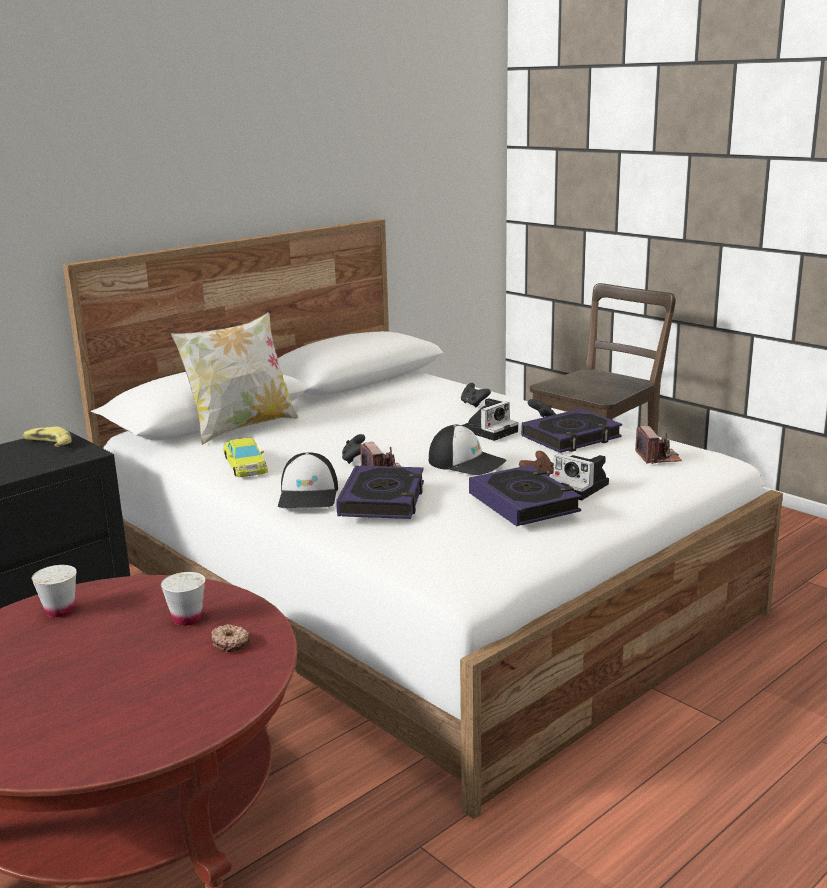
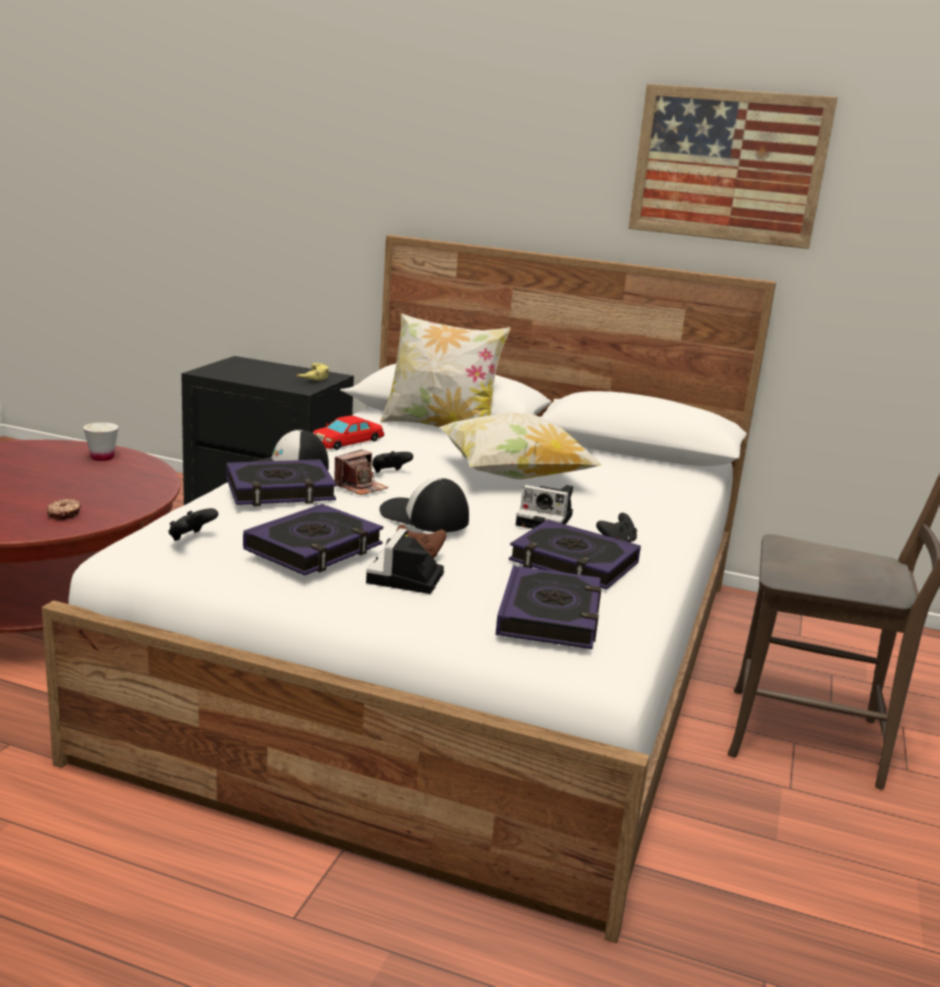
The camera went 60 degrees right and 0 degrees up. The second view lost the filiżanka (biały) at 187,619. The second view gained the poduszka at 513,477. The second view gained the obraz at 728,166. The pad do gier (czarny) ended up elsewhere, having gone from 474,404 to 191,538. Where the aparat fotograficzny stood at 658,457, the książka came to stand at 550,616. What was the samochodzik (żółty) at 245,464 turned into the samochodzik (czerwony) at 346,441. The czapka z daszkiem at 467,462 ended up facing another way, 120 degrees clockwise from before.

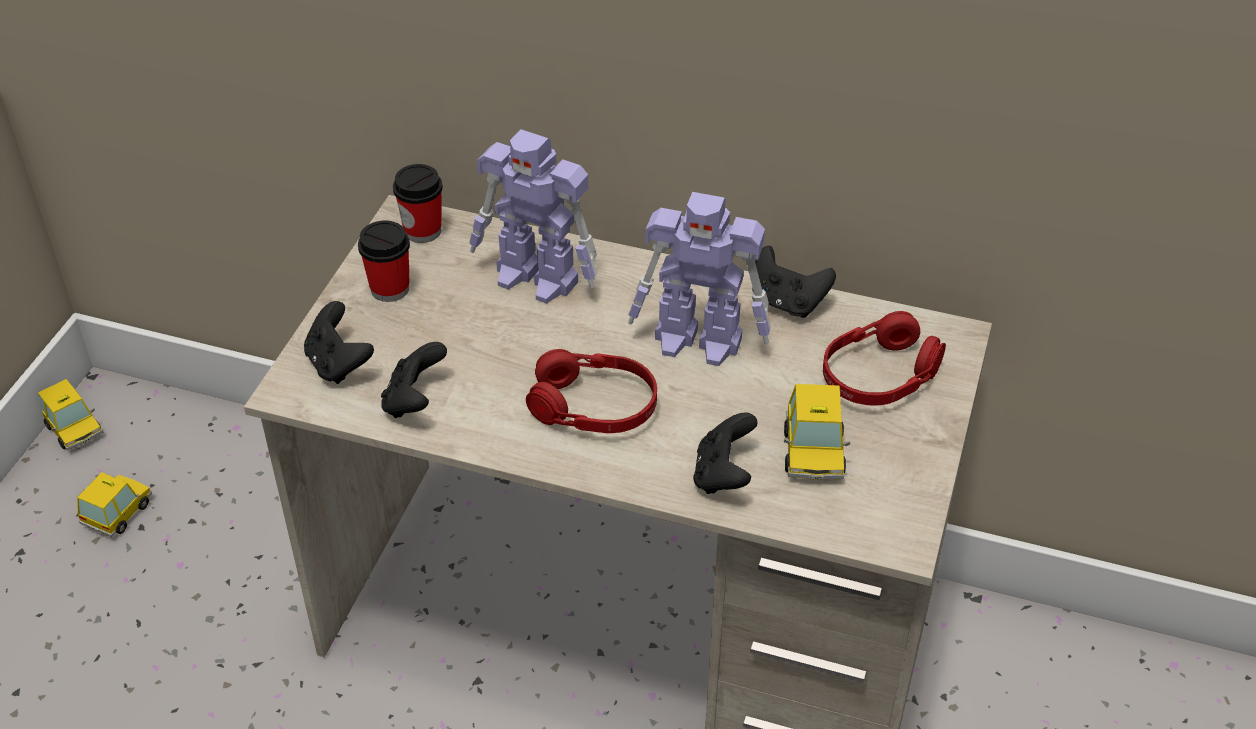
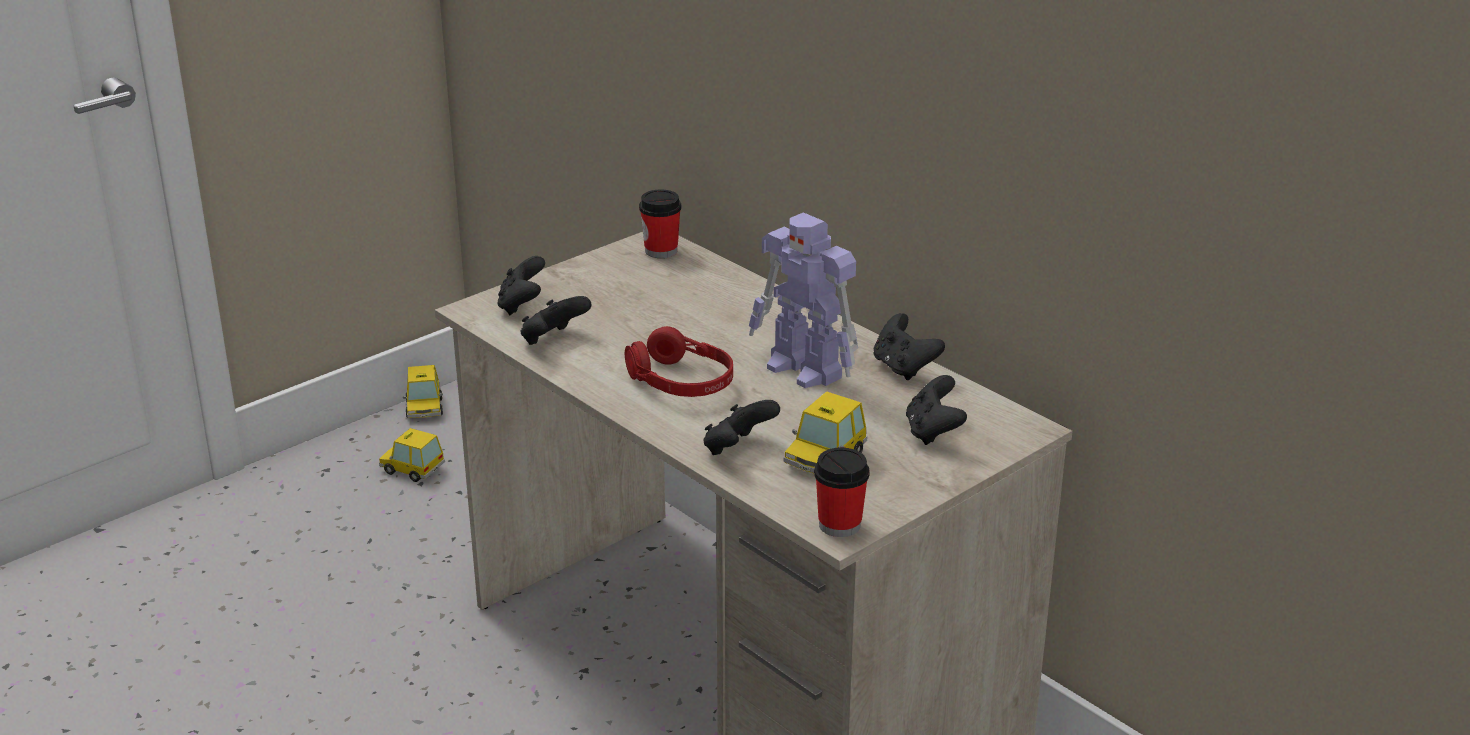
The camera went 30 degrees right and 15 degrees down. The second view lost the robot zabawkowy at 538,279. The filiżanka ended up elsewhere, having gone from 390,288 to 839,525. Where the słuchawki (czerwony) stood at 879,375, the pad do gier (czarny) came to stand at 933,432. The samochodzik at 118,512 ended up facing another way, 120 degrees counterclockwise from before.

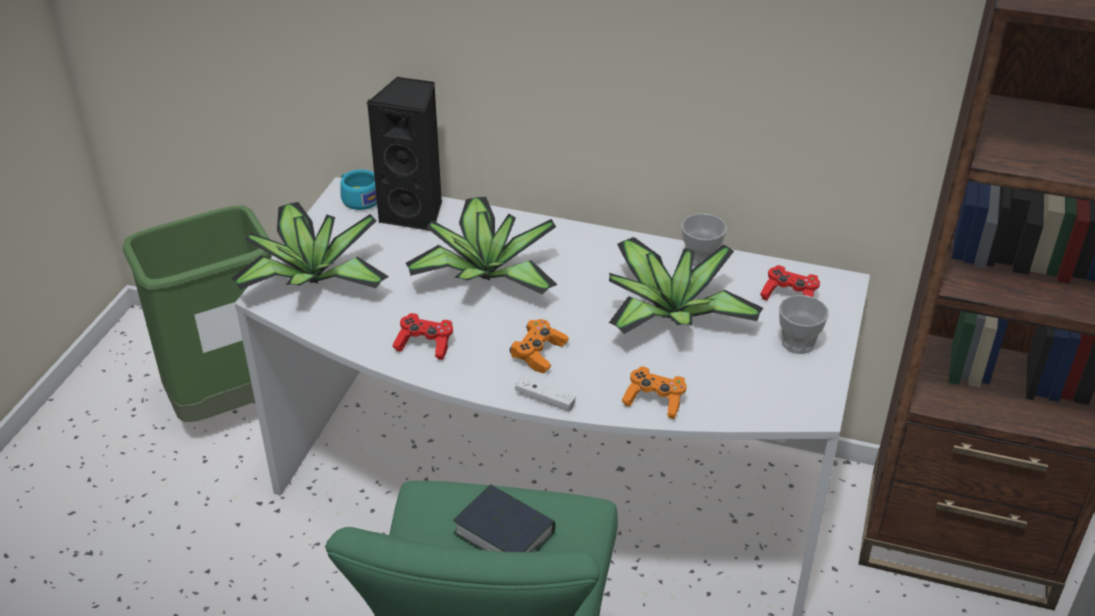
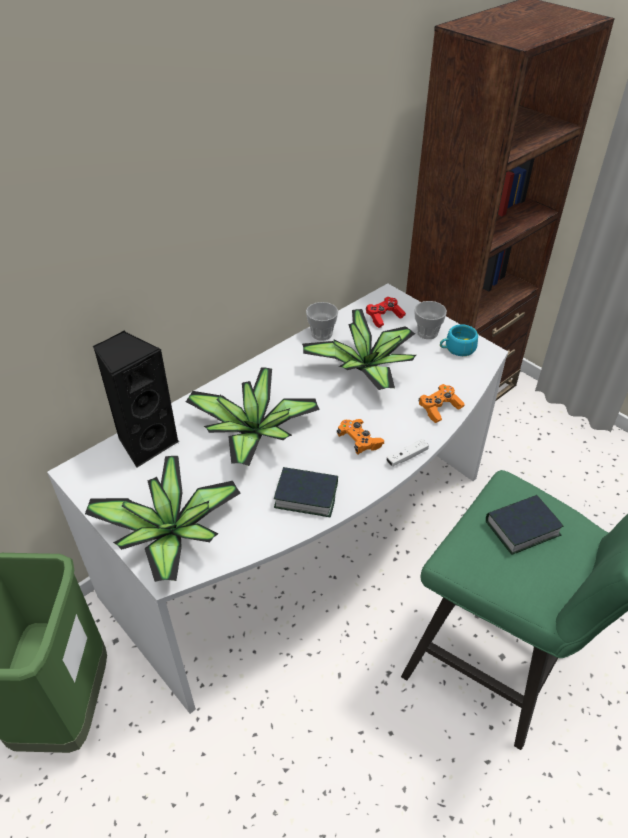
The camera went 60 degrees left and 5 degrees up. The filiżanka (turkusowy) ended up elsewhere, having gone from 358,198 to 456,349. Where the pad do gier (czerwony) stood at 425,344, the książka came to stand at 306,496.

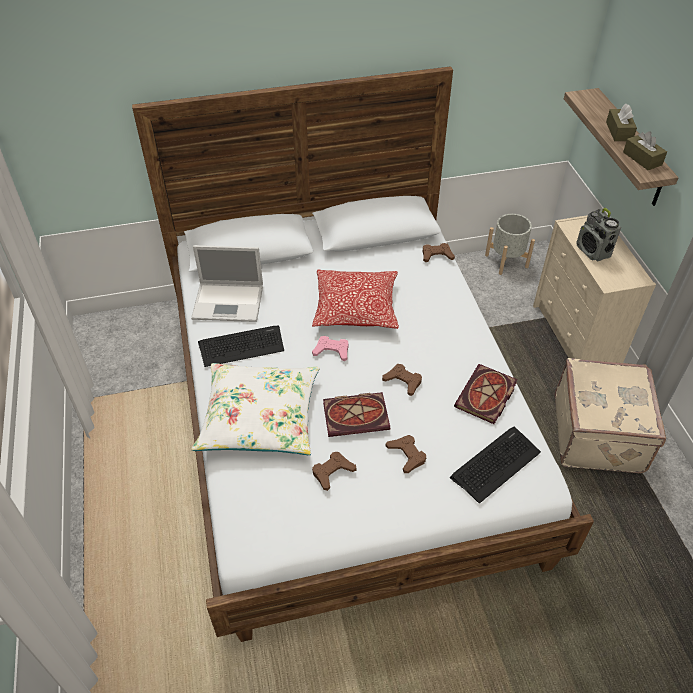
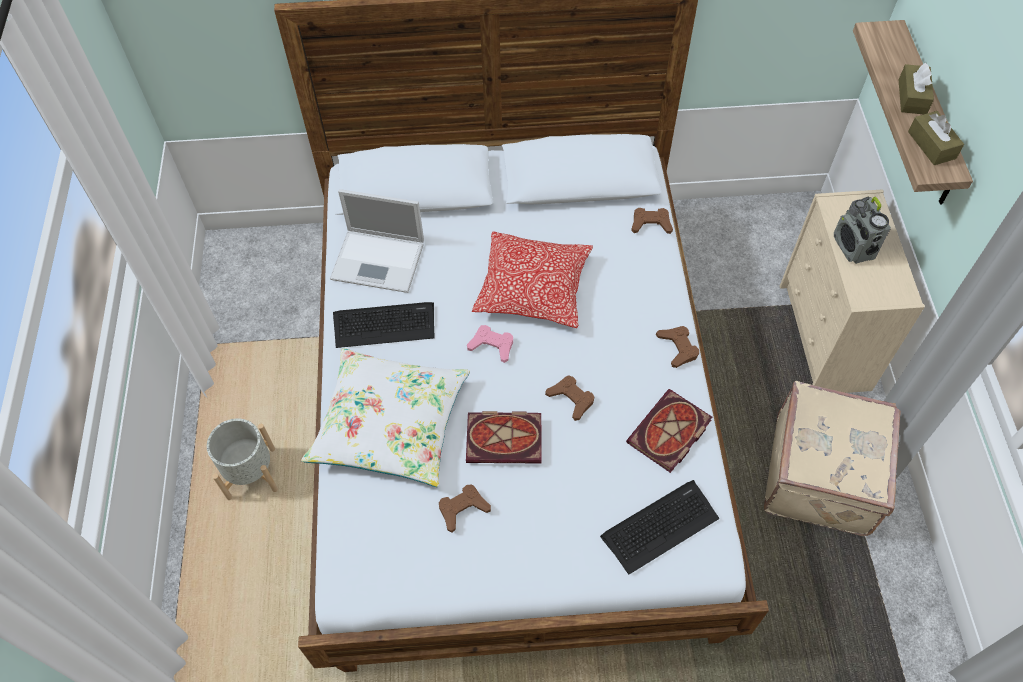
The camera went 10 degrees right and 10 degrees up. The pad do gier (brązowy) ended up elsewhere, having gone from 406,455 to 677,348. The donica (szary) ended up elsewhere, having gone from 506,261 to 251,473.

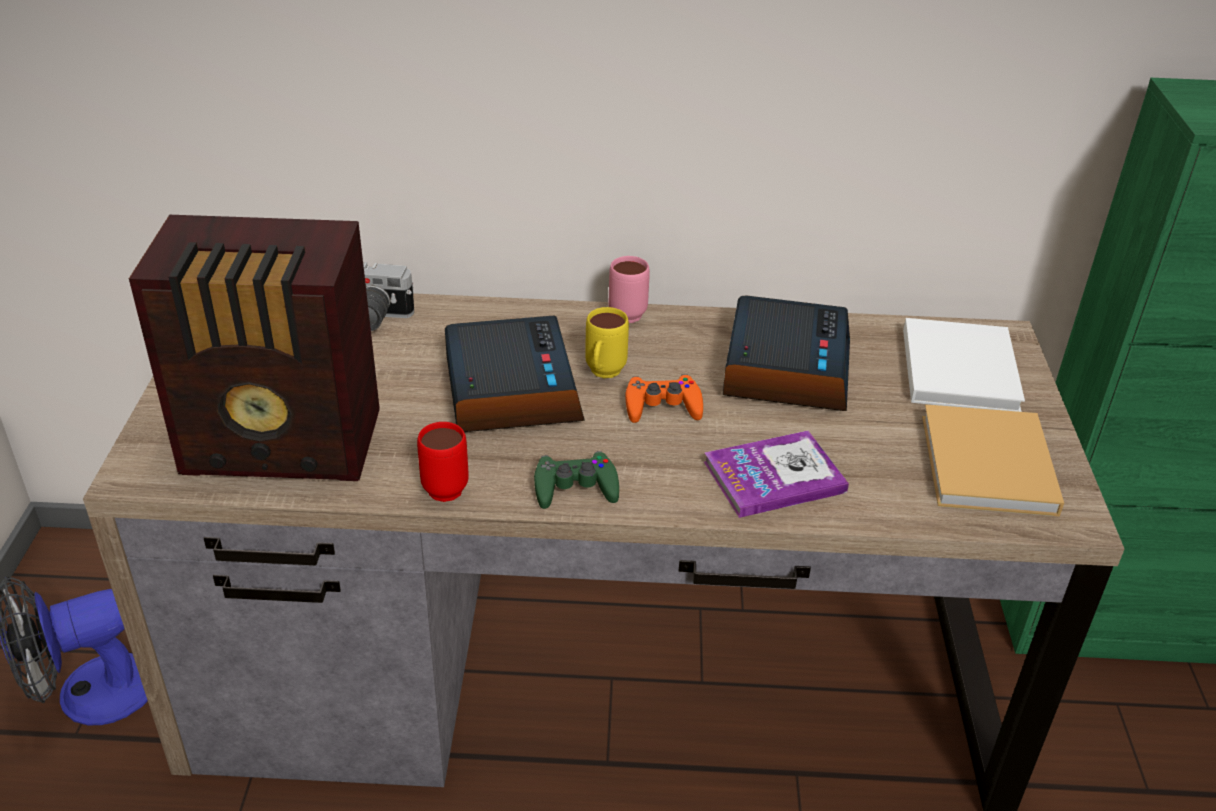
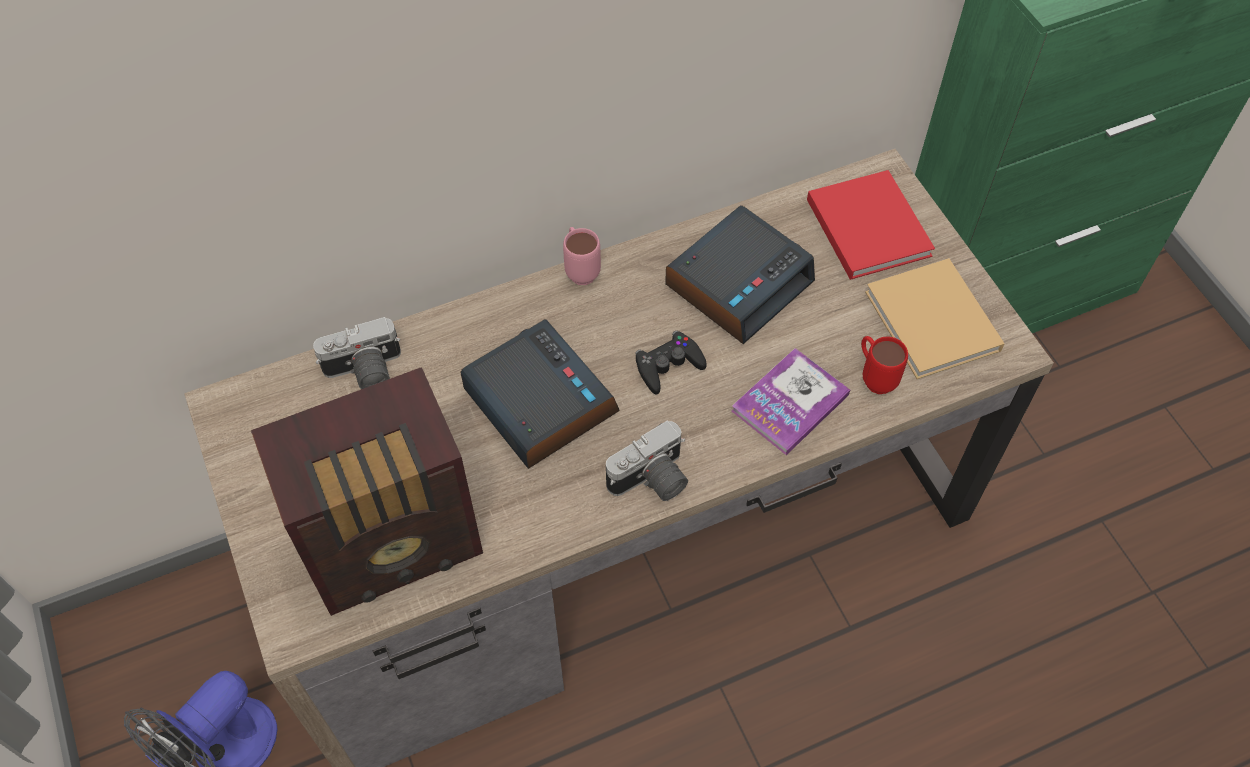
The camera went 25 degrees left and 20 degrees up. The second view lost the kubek (żółty) at 603,375. The kubek (czerwony) ended up elsewhere, having gone from 445,484 to 874,377. Where the pad do gier (zielony) stood at 575,487, the aparat fotograficzny came to stand at 651,481. What was the pad do gier (pomarańczowy) at 662,406 turned into the pad do gier (czarny) at 668,366. What was the książka (biały) at 959,367 turned into the książka (czerwony) at 866,224. The budzik at 785,368 ended up facing another way, 60 degrees clockwise from before.

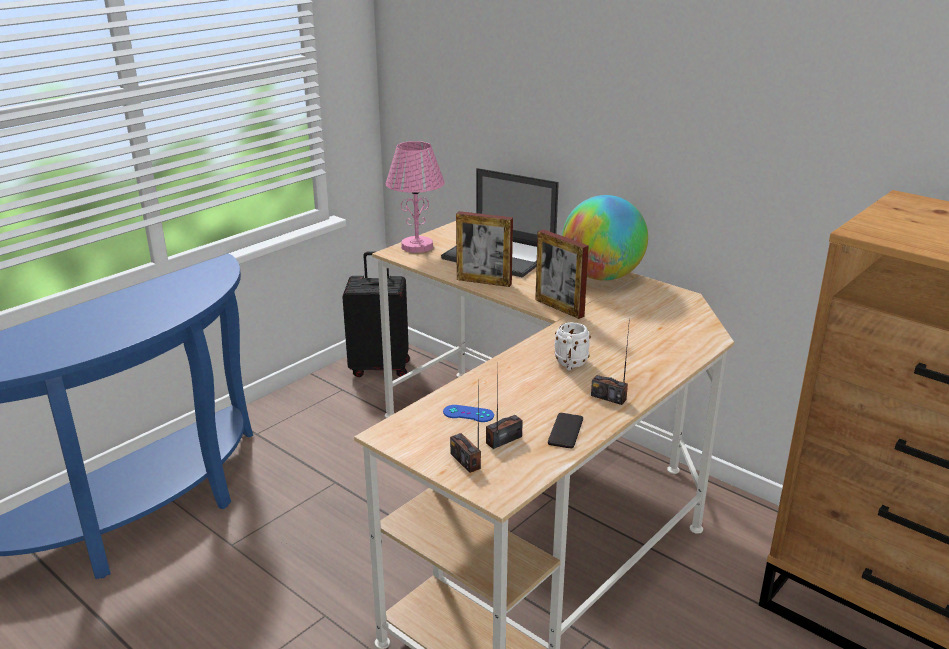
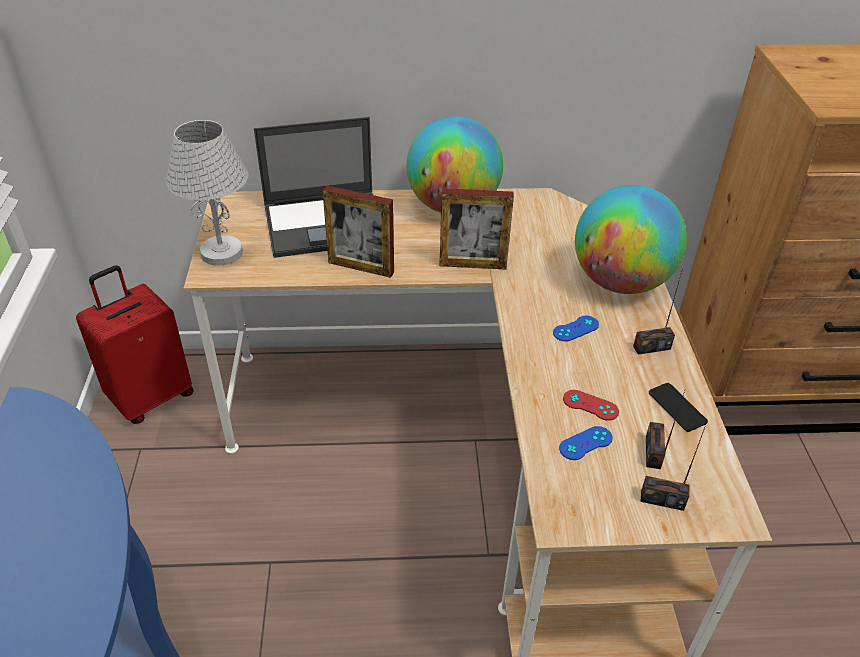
The camera went 45 degrees left and 15 degrees up. The second view gained the pad do gier (czerwony) at 590,405. The second view gained the globus at 620,282. Where the kubek (biały) stood at 570,365, the pad do gier (niebieski) came to stand at 575,329. What was the walizka (czarny) at 380,367 turned into the walizka (czerwony) at 151,397. What was the lampa stołowa (różowy) at 417,246 turned into the lampa stołowa (biały) at 222,252. The ramka na zdjęcie at 484,282 ended up facing another way, 45 degrees clockwise from before.

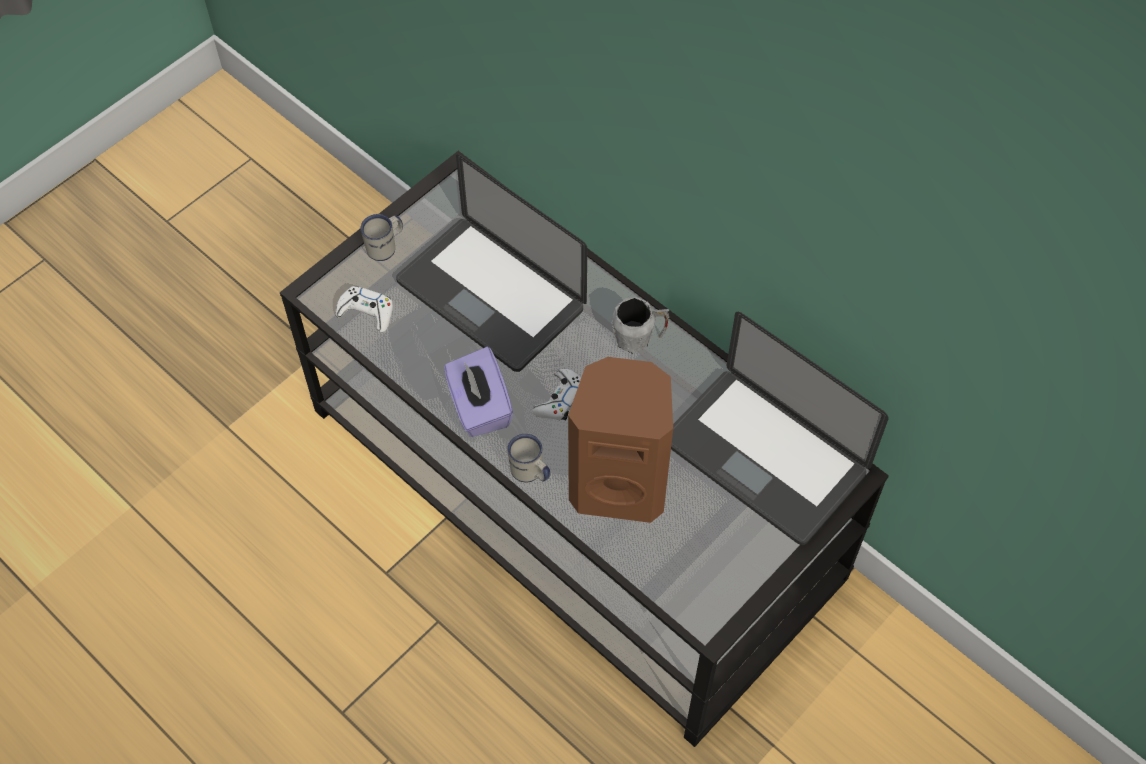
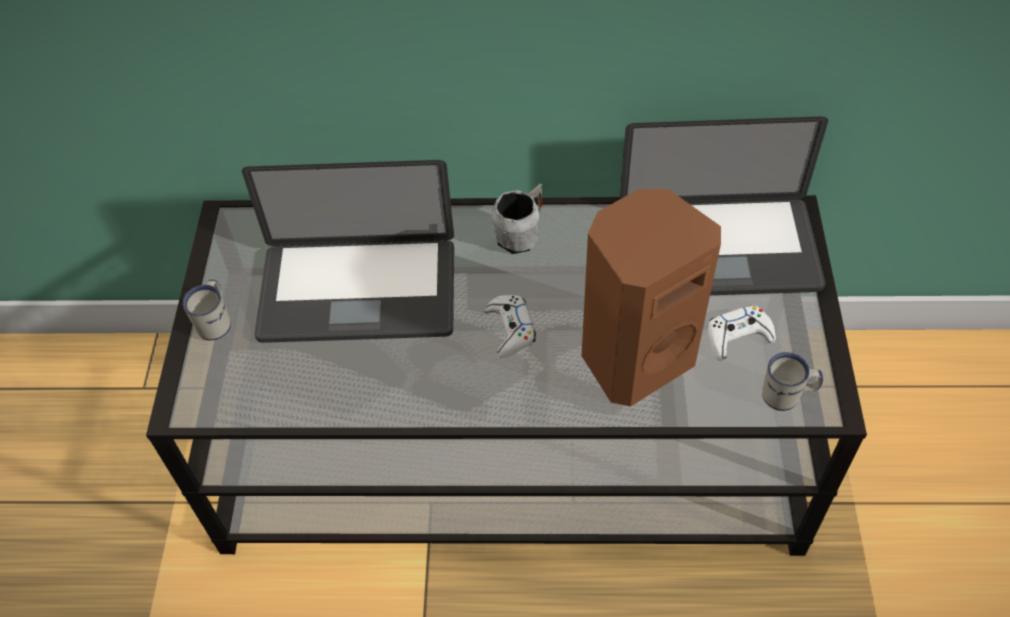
The camera went 40 degrees left and 5 degrees down. The second view lost the pudełko chusteczek (fioletowy) at 479,407. The pad do gier (biały) ended up elsewhere, having gone from 366,312 to 737,337. The kubek (biały) ended up elsewhere, having gone from 530,473 to 787,396.

